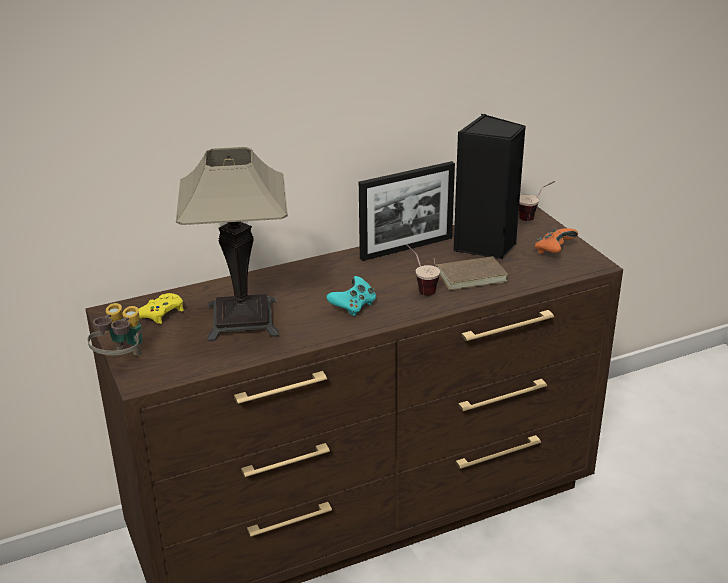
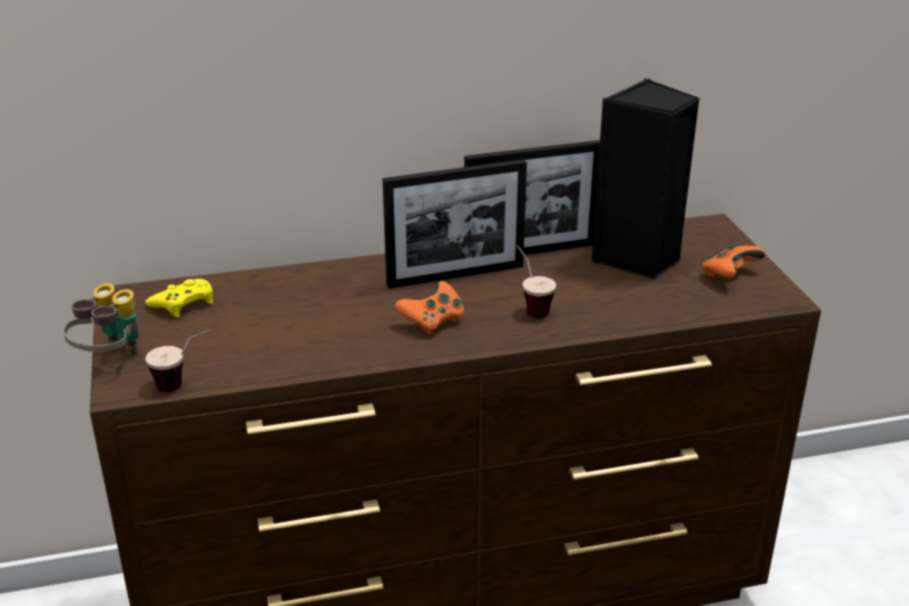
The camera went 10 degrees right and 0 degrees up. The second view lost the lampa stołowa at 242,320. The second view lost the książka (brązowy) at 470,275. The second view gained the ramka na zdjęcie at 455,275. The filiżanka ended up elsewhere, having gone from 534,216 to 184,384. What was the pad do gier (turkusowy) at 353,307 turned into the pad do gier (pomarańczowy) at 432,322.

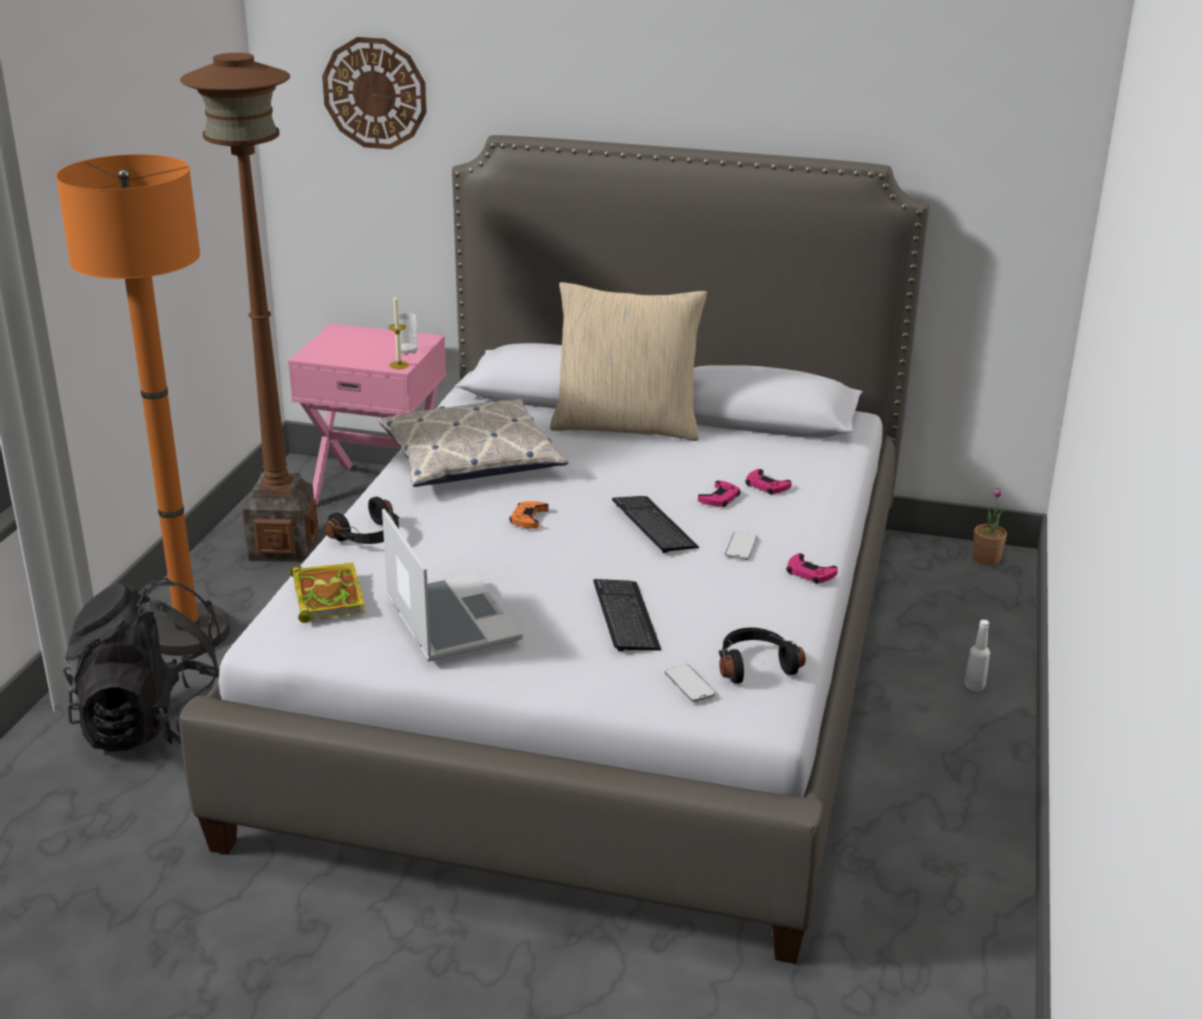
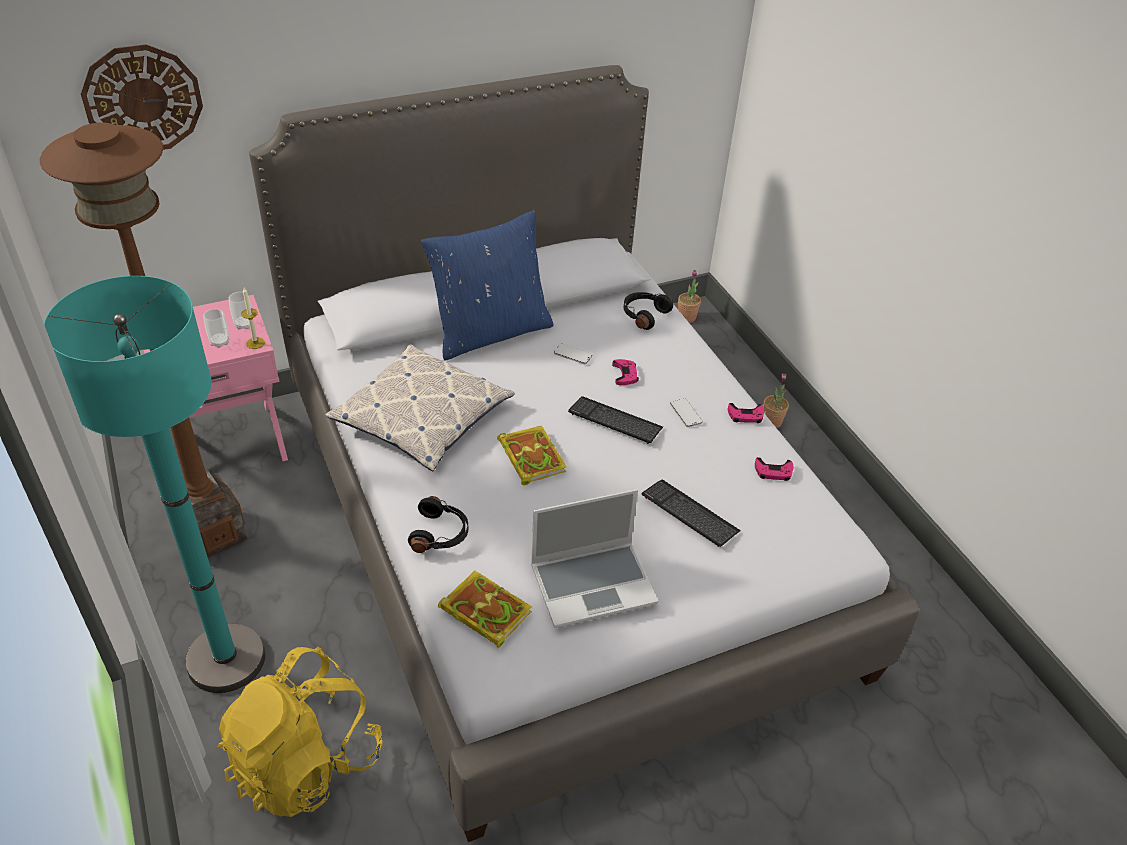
The camera went 40 degrees left and 15 degrees up. The second view gained the filiżanka at 219,342. The telefon ended up elsewhere, having gone from 689,685 to 573,355. The słuchawki (czarny) ended up elsewhere, having gone from 754,665 to 644,315. The pad do gier (różowy) ended up elsewhere, having gone from 766,486 to 773,472. Where the pad do gier (pomarańczowy) stood at 528,518, the książka came to stand at 530,456. Where the butelka (biały) stood at 974,686, the roślina doniczkowa came to stand at 771,421. What was the lampa stojąca (pomarańczowy) at 188,633 turned into the lampa stojąca (turkusowy) at 226,660. What was the plecak (czarny) at 158,728 turned into the plecak (żółty) at 305,762. What was the poduszka (beżowy) at 626,425 turned into the poduszka (niebieski) at 490,332. The laptop at 449,620 ended up facing another way, 135 degrees clockwise from before.

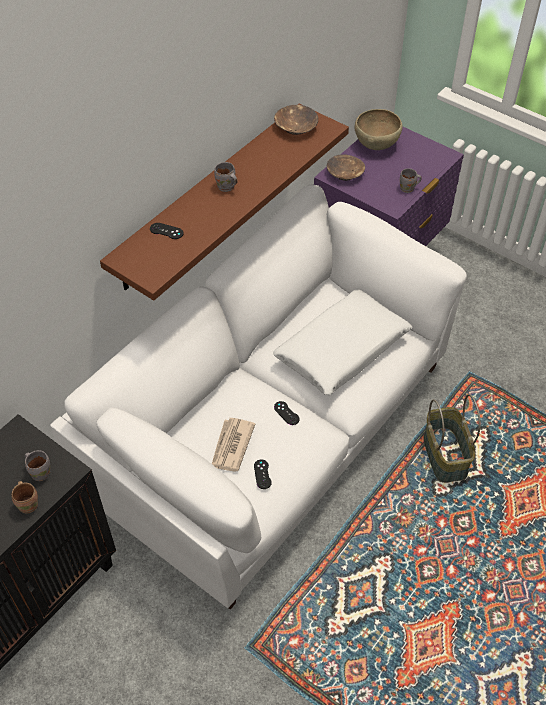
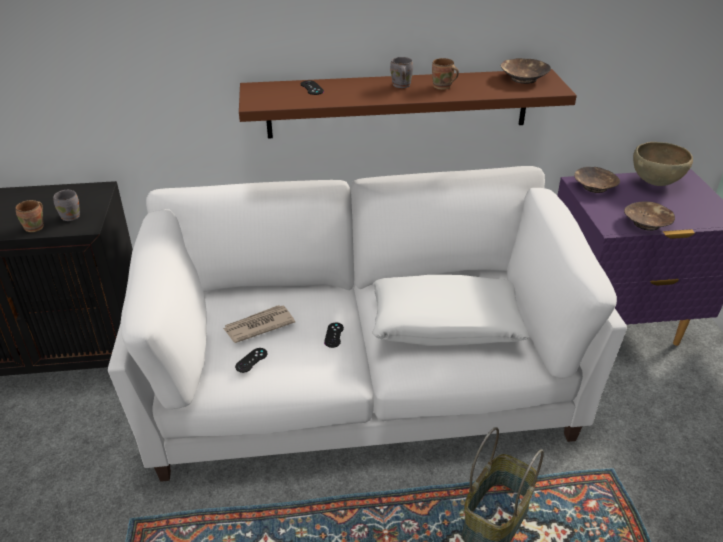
The camera went 45 degrees right and 15 degrees down. The second view gained the kubek (brązowy) at 442,87. Where the kubek (szary) stood at 408,189, the miska (brązowy) came to stand at 647,223.

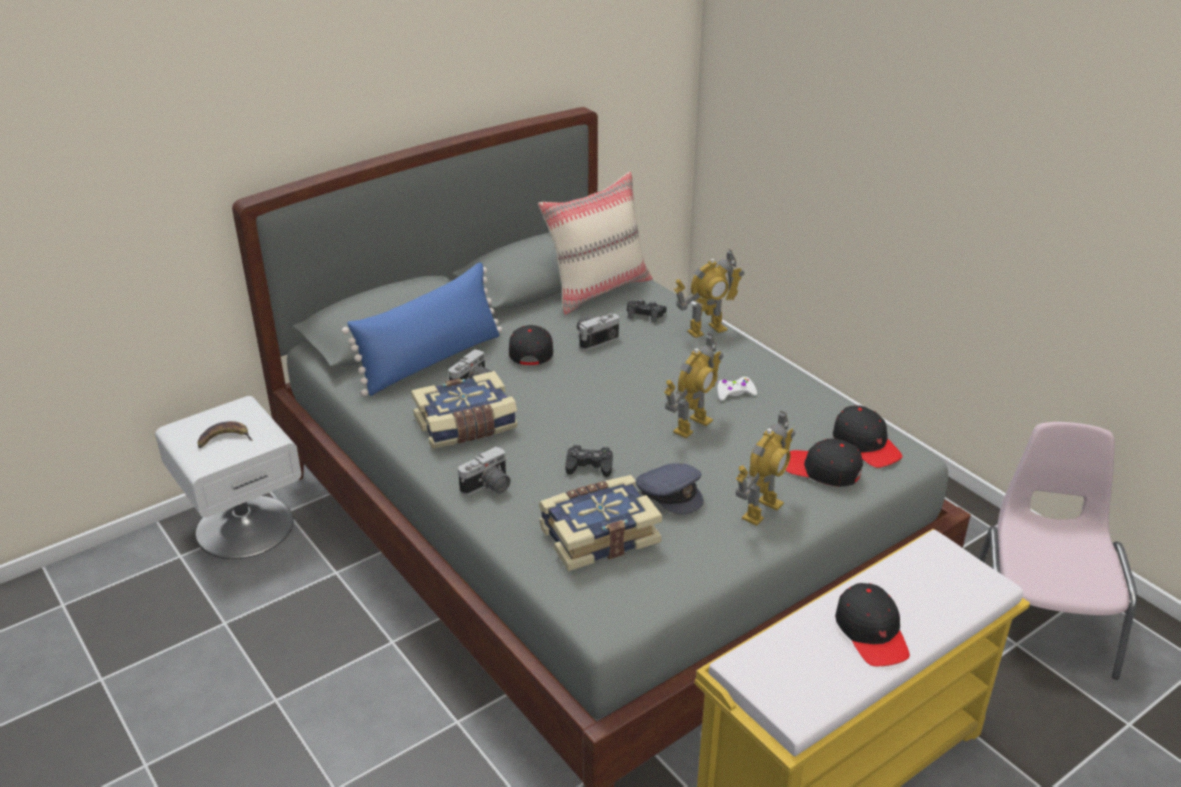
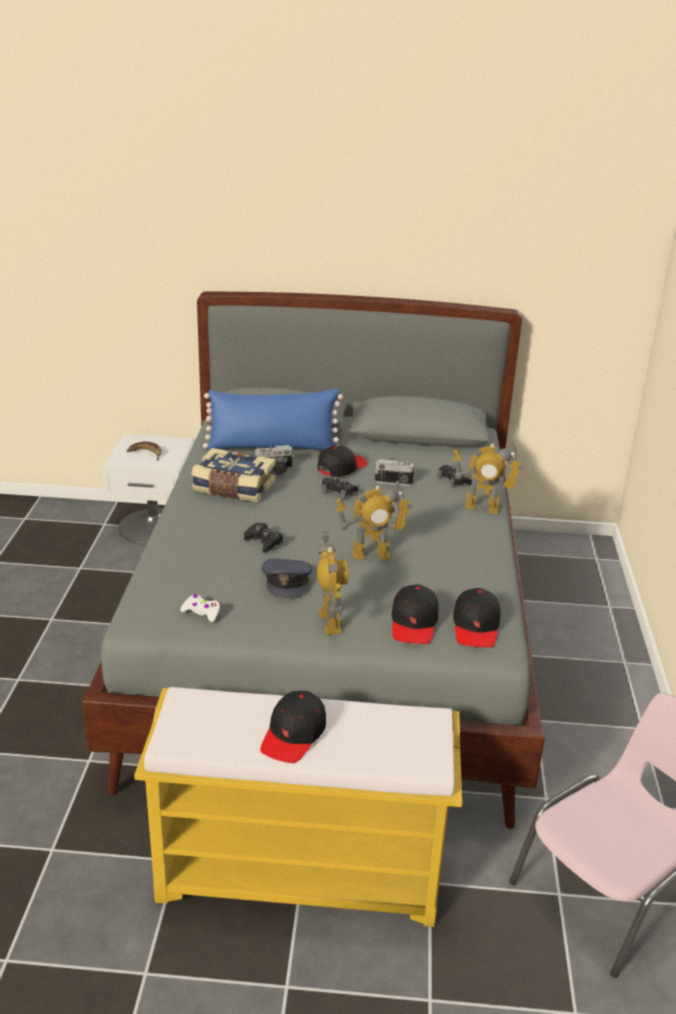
The camera went 40 degrees right and 5 degrees down. The second view lost the aparat fotograficzny at 488,487. The second view lost the poduszka (beżowy) at 598,289. The second view lost the książka at 598,534. The second view gained the pad do gier (czarny) at 338,491. The pad do gier (biały) ended up elsewhere, having gone from 735,393 to 202,612. The robot zabawkowy at 761,510 ended up facing another way, 90 degrees counterclockwise from before. The czapka z daszkiem (czarny) at 822,470 ended up facing another way, 150 degrees counterclockwise from before.

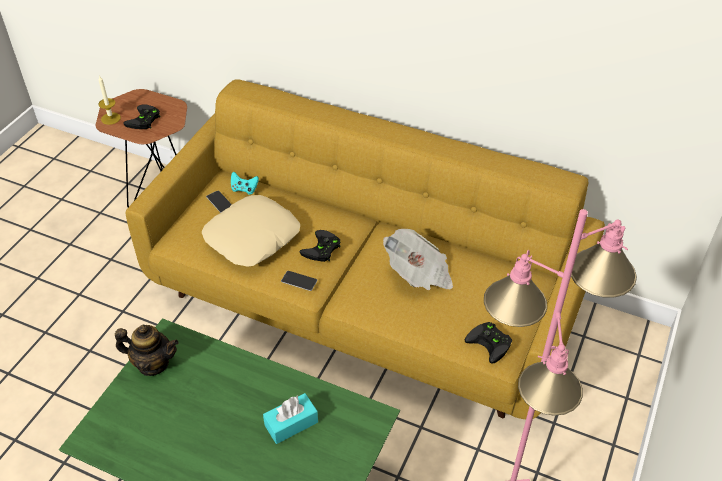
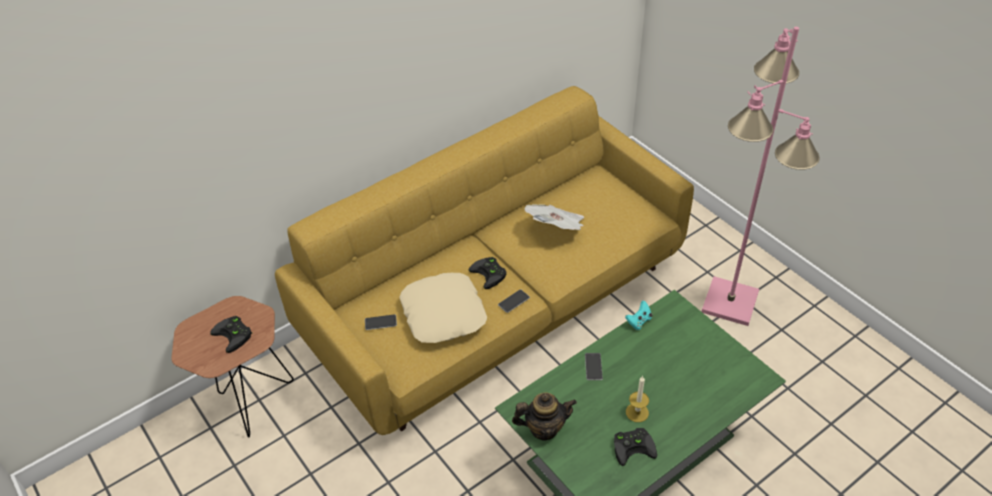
The camera went 60 degrees left and 0 degrees up. The second view lost the pudełko chusteczek (turkusowy) at 291,424. The second view gained the telefon at 593,366. The świeca ended up elsewhere, having gone from 110,118 to 637,412. The pad do gier (turkusowy) ended up elsewhere, having gone from 244,189 to 639,321. The pad do gier (czarny) ended up elsewhere, having gone from 491,343 to 634,446. The imbryk at 153,364 ended up facing another way, 45 degrees clockwise from before.

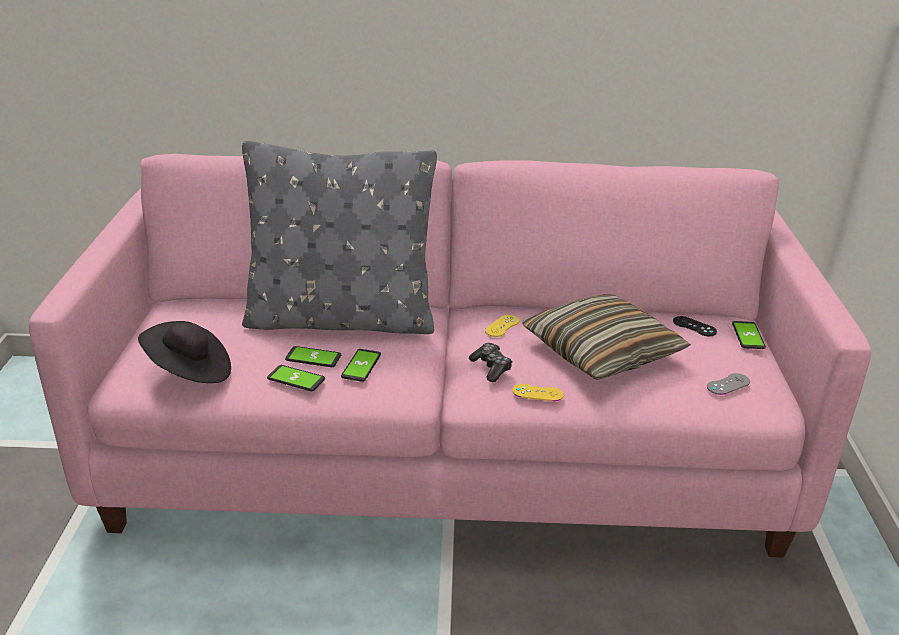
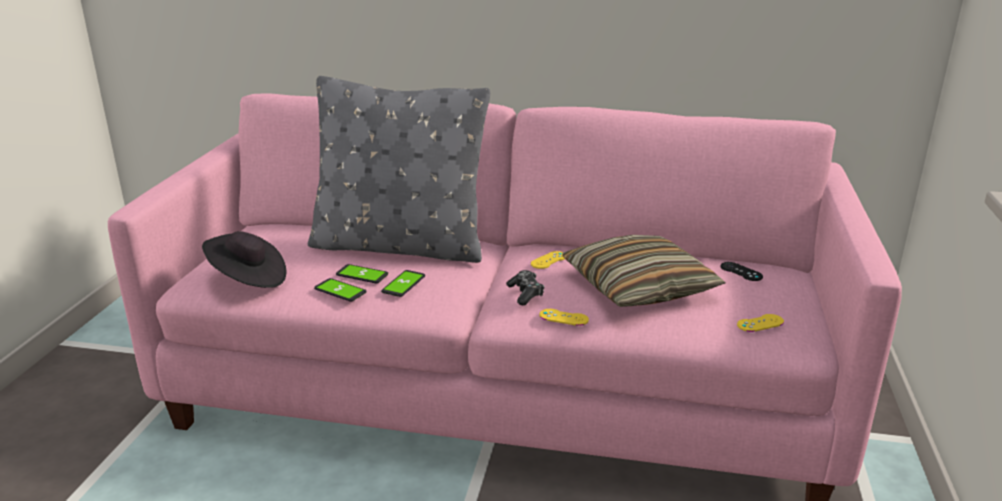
The camera went 10 degrees right and 5 degrees down. The second view lost the telefon at 748,336. What was the pad do gier (szary) at 728,384 turned into the pad do gier (żółty) at 760,323.

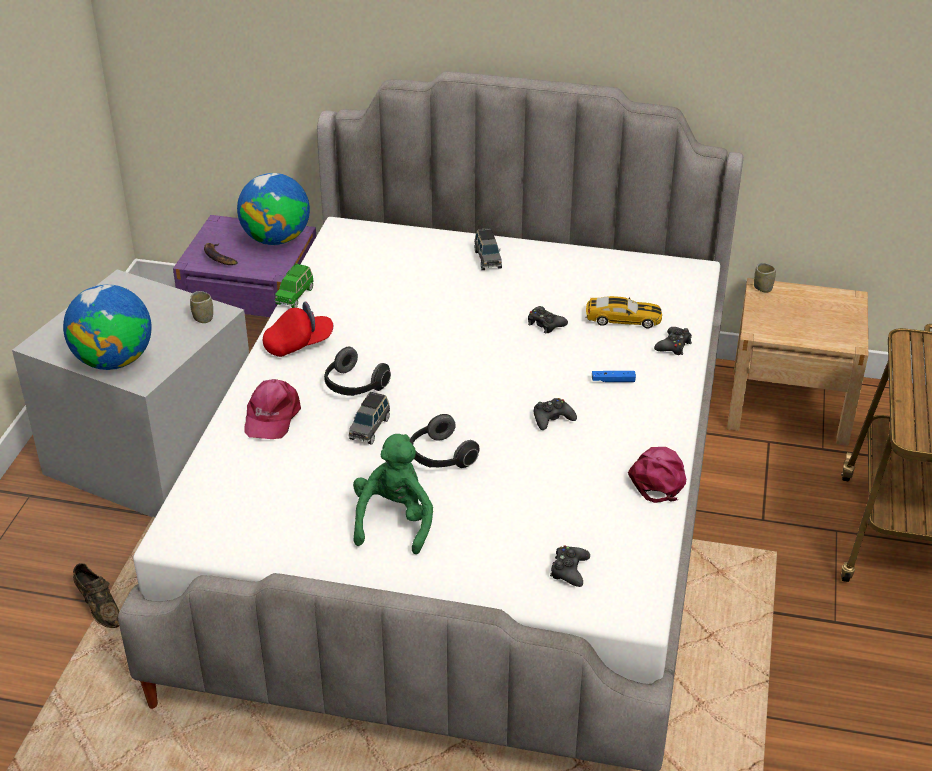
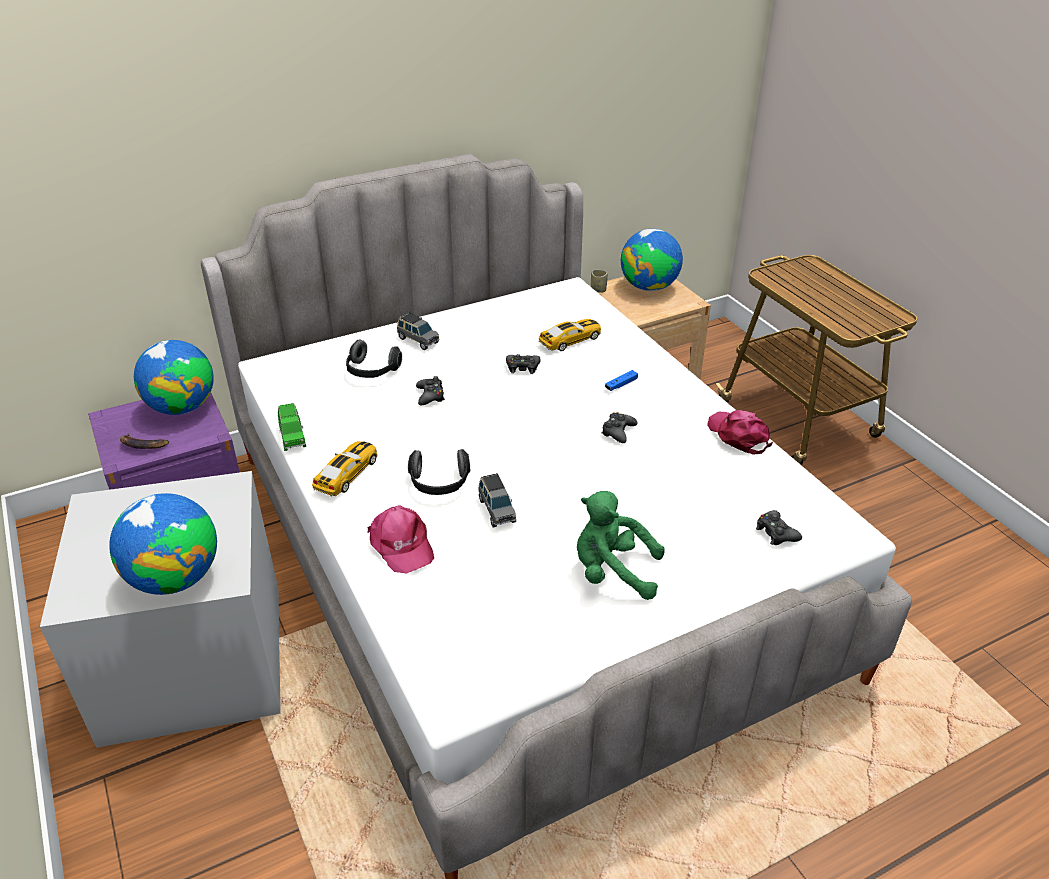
The camera went 40 degrees left and 0 degrees up. The second view lost the but (brązowy) at 99,607. The second view lost the filiżanka at 203,318. The second view gained the globus at 649,287. The słuchawki ended up elsewhere, having gone from 440,457 to 372,372. The pad do gier (czarny) ended up elsewhere, having gone from 673,346 to 430,396. Where the czapka z daszkiem (czerwony) stood at 298,344, the samochodzik came to stand at 347,474. The pluszak (zielony) at 394,521 ended up facing another way, 45 degrees counterclockwise from before.

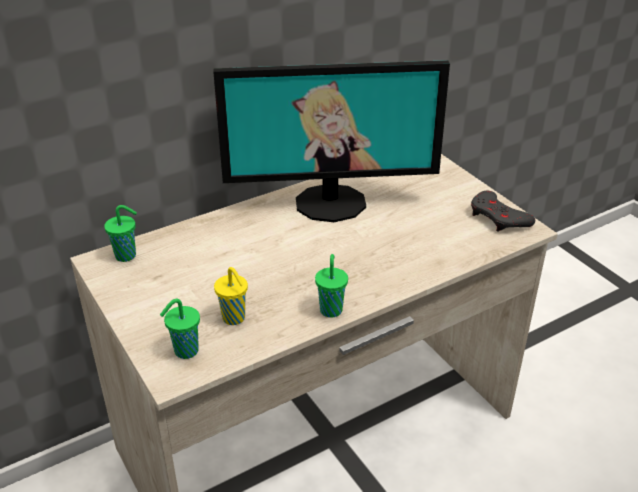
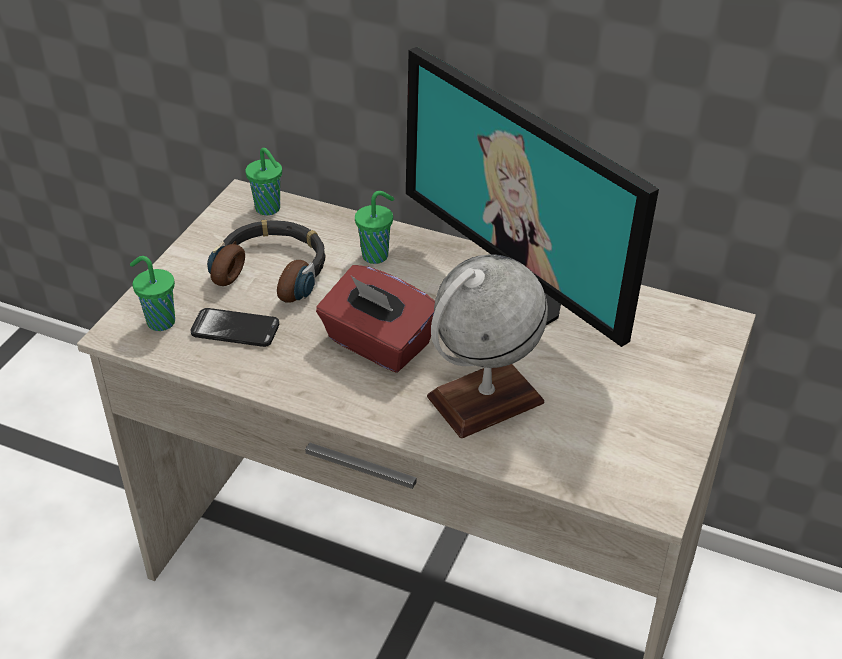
The camera went 55 degrees right and 5 degrees up. The second view lost the pad do gier (szary) at 498,217. The second view gained the słuchawki at 273,270. The second view gained the pudełko chusteczek (czerwony) at 377,344. The second view gained the globus at 485,400. The filiżanka (zielony) ended up elsewhere, having gone from 331,309 to 376,255. Where the filiżanka (żółty) stood at 234,319, the telefon came to stand at 235,329.

